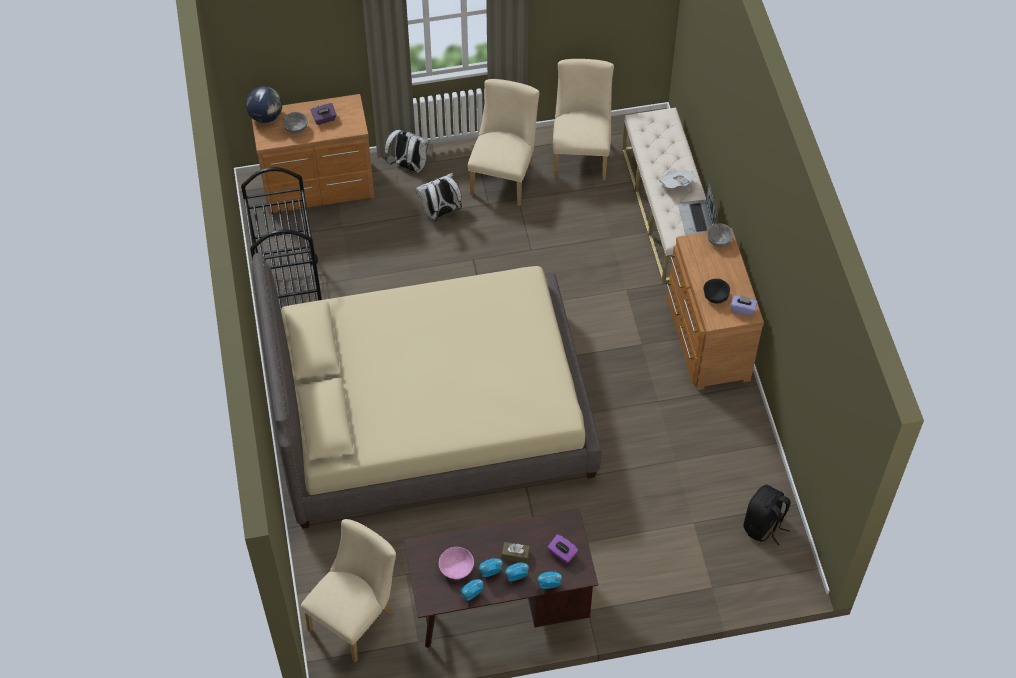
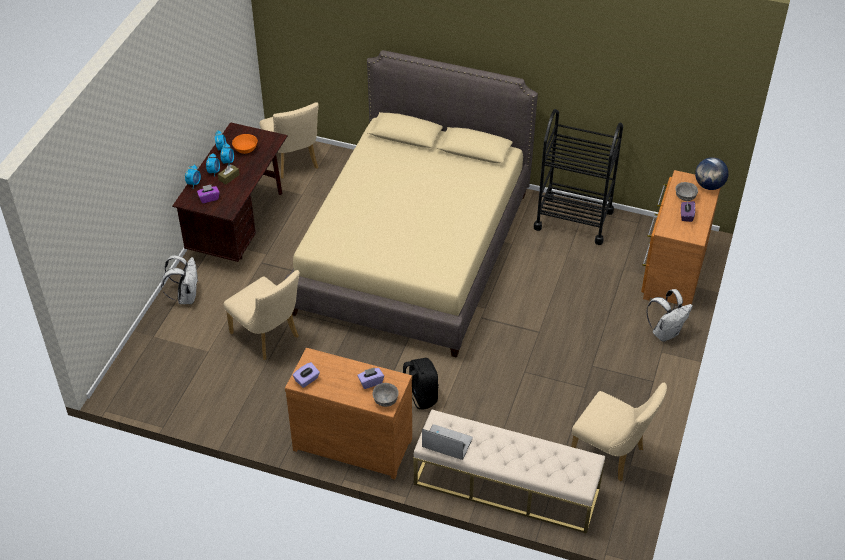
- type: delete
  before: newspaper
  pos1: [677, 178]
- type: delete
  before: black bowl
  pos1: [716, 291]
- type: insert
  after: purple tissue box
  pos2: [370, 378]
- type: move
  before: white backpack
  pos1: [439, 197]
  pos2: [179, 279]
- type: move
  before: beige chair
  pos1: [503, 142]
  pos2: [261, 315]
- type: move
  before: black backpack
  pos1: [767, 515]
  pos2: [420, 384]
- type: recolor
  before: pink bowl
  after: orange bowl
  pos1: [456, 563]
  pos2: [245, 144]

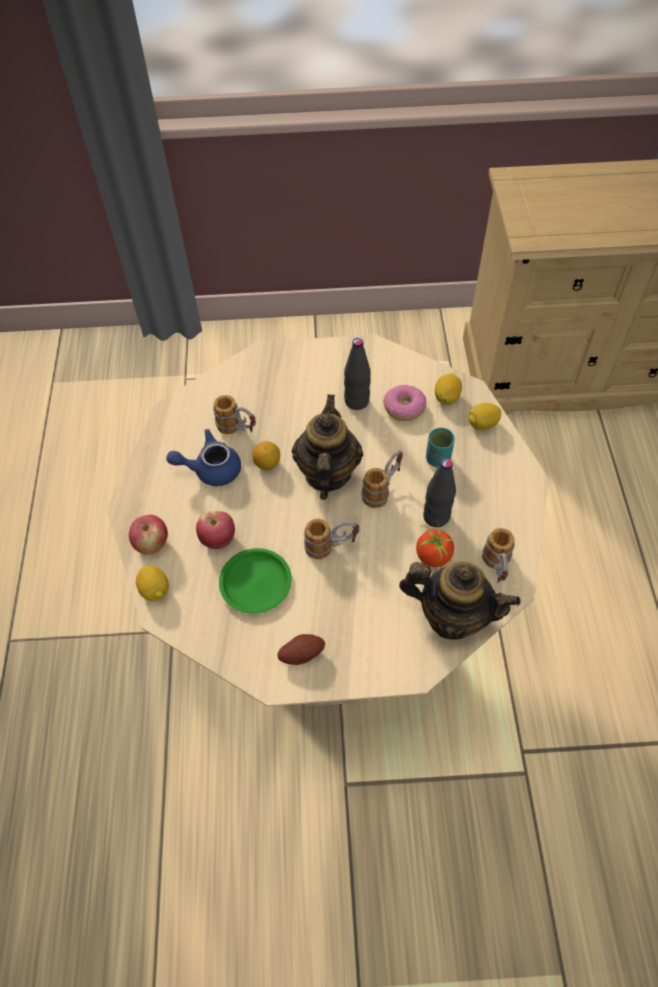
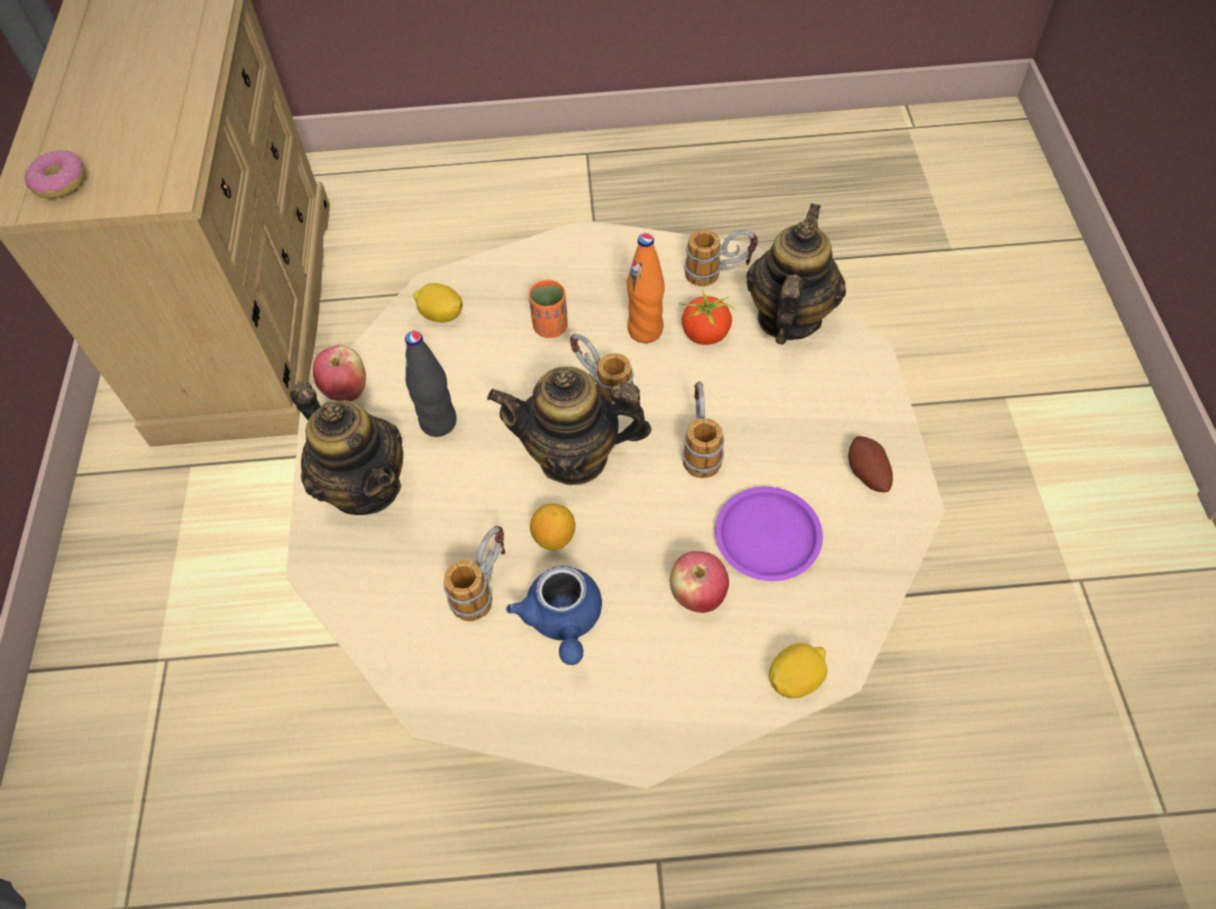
- type: delete
  before: lemon
  pos1: [485, 416]
- type: insert
  after: teapot
  pos2: [346, 448]
- type: move
  before: apple
  pos1: [148, 534]
  pos2: [339, 373]
- type: move
  before: donut
  pos1: [405, 403]
  pos2: [55, 174]
- type: recolor
  before: green plate
  after: purple plate
  pos1: [255, 581]
  pos2: [769, 534]
- type: recolor
  before: black bottle
  after: orange bottle
  pos1: [439, 492]
  pos2: [645, 288]
- type: recolor
  before: turquoise cup
  after: orange cup
  pos1: [440, 448]
  pos2: [548, 309]

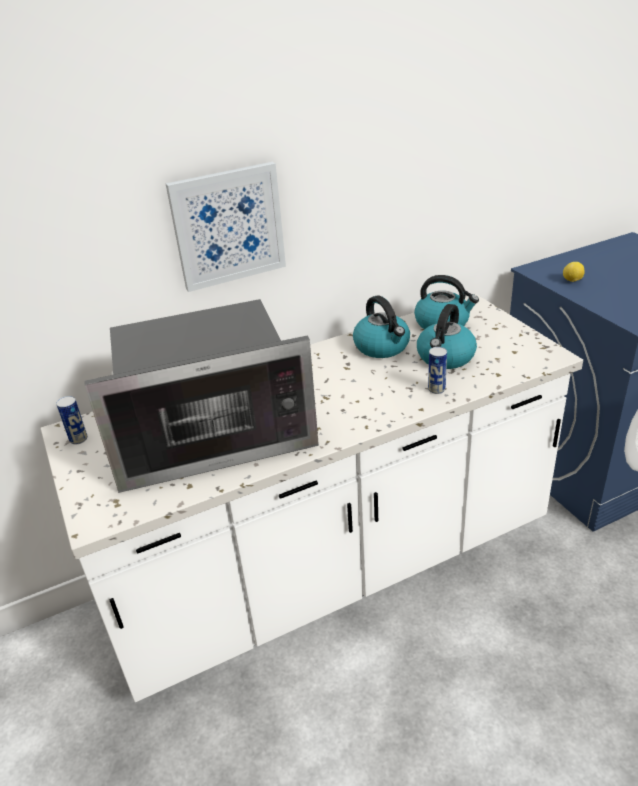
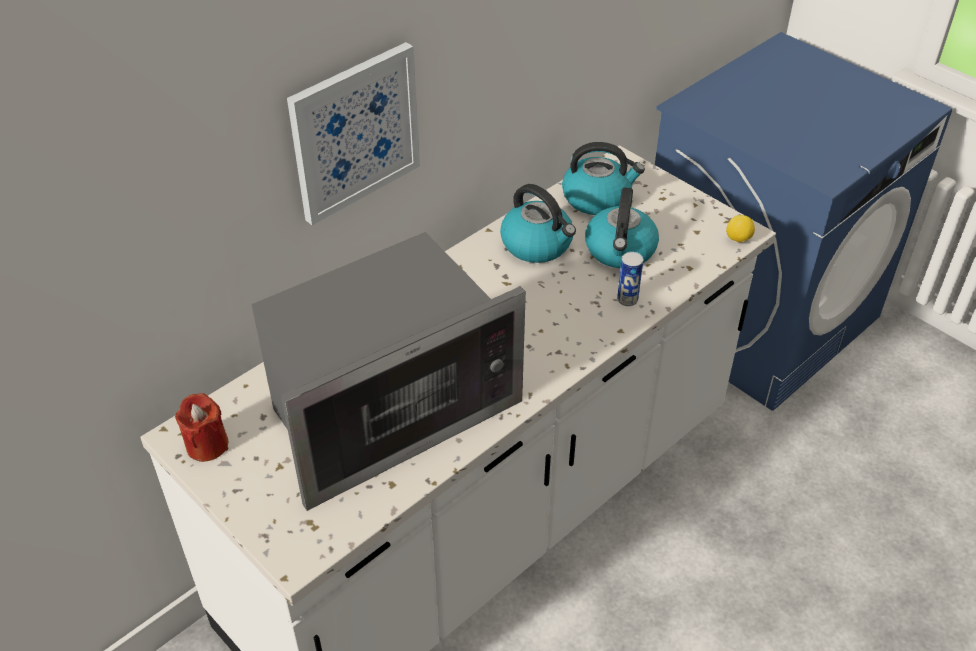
- type: move
  before: lemon
  pos1: [573, 272]
  pos2: [740, 229]
- type: replace
  before: can
  after: red candle
  pos1: [71, 420]
  pos2: [201, 427]

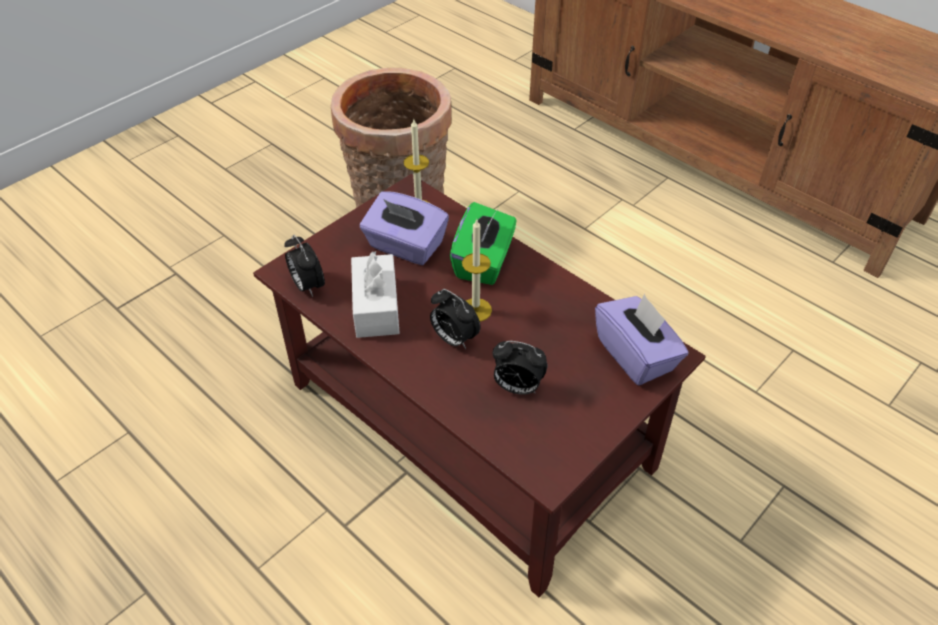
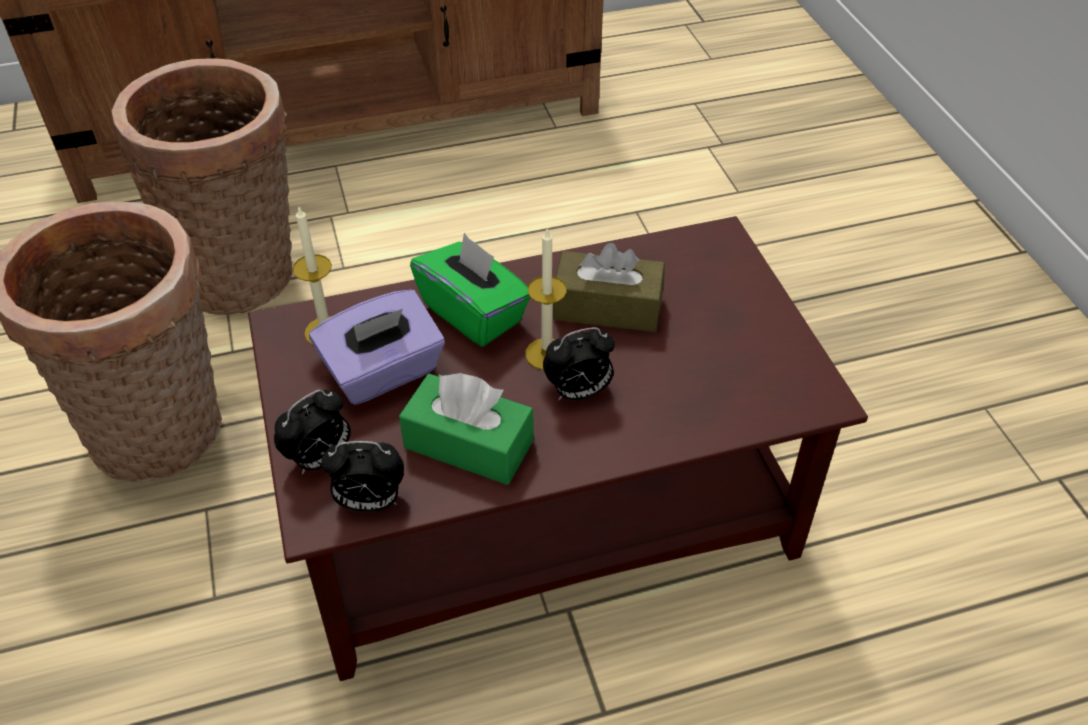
- type: delete
  before: purple tissue box
  pos1: [642, 339]
- type: insert
  after: basket
  pos2: [202, 186]
- type: insert
  after: brown tissue box
  pos2: [609, 287]
- type: move
  before: alarm clock
  pos1: [519, 368]
  pos2: [312, 432]
- type: recolor
  before: white tissue box
  after: green tissue box
  pos1: [375, 294]
  pos2: [466, 429]

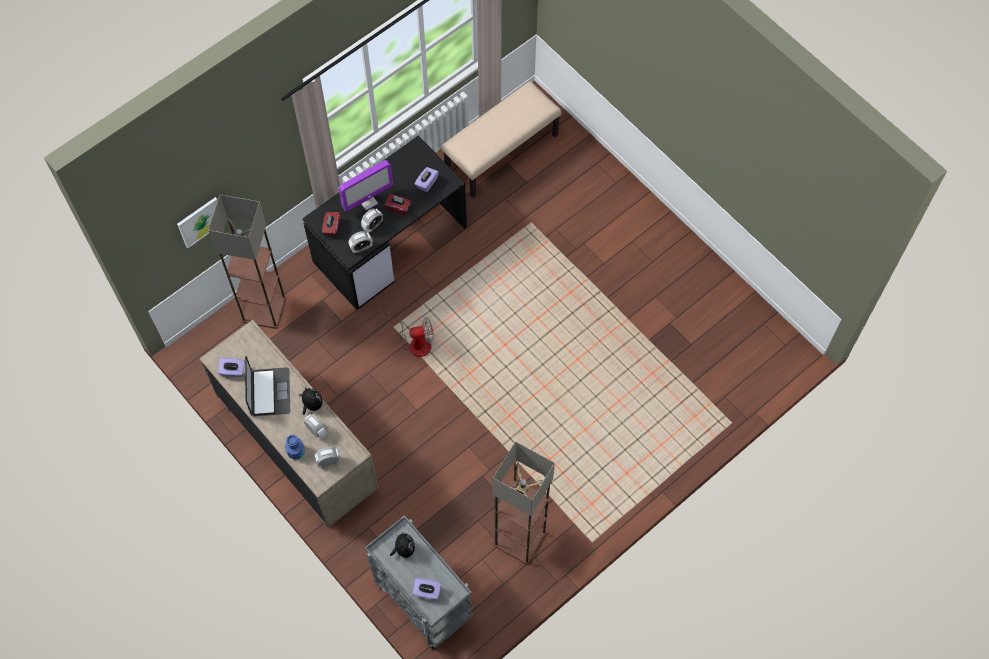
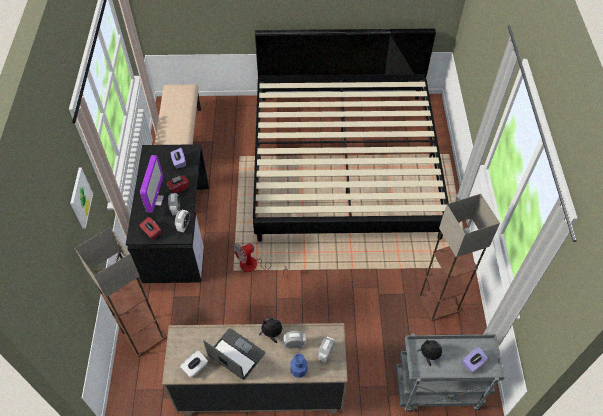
- type: insert
  after: bed
  pos2: [351, 135]
- type: move
  before: picture
  pos1: [197, 222]
  pos2: [81, 198]
- type: recolor
  before: purple tissue box
  after: white tissue box
  pos1: [231, 367]
  pos2: [194, 364]
- type: rotate
  before: fan
  pos1: [407, 332]
  pos2: [260, 261]
  turn: -150

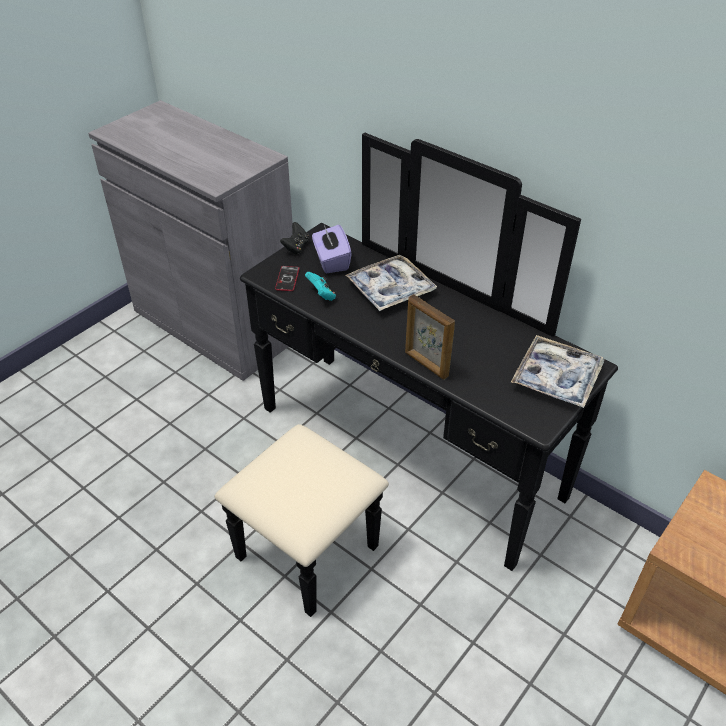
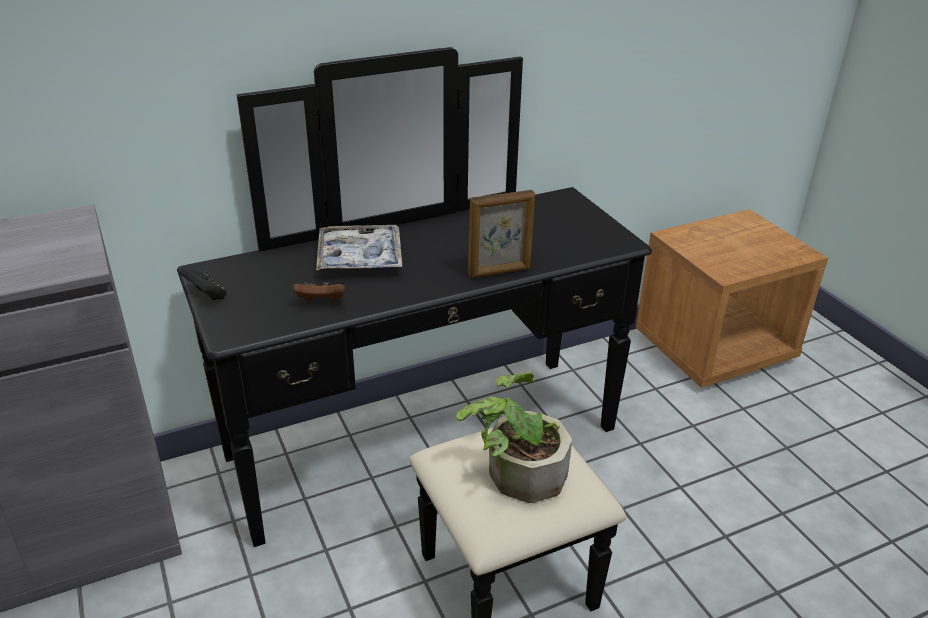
- type: delete
  before: phone
  pos1: [287, 278]
- type: delete
  before: purple tissue box
  pos1: [332, 249]
- type: delete
  before: tray
  pos1: [557, 371]
- type: insert
  after: potted plant
  pos2: [514, 437]
- type: recolor
  before: turquoise game controller
  after: brown game controller
  pos1: [320, 286]
  pos2: [319, 292]

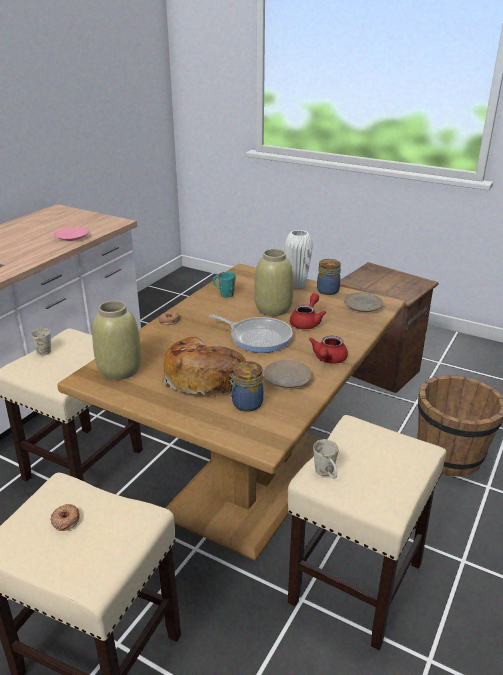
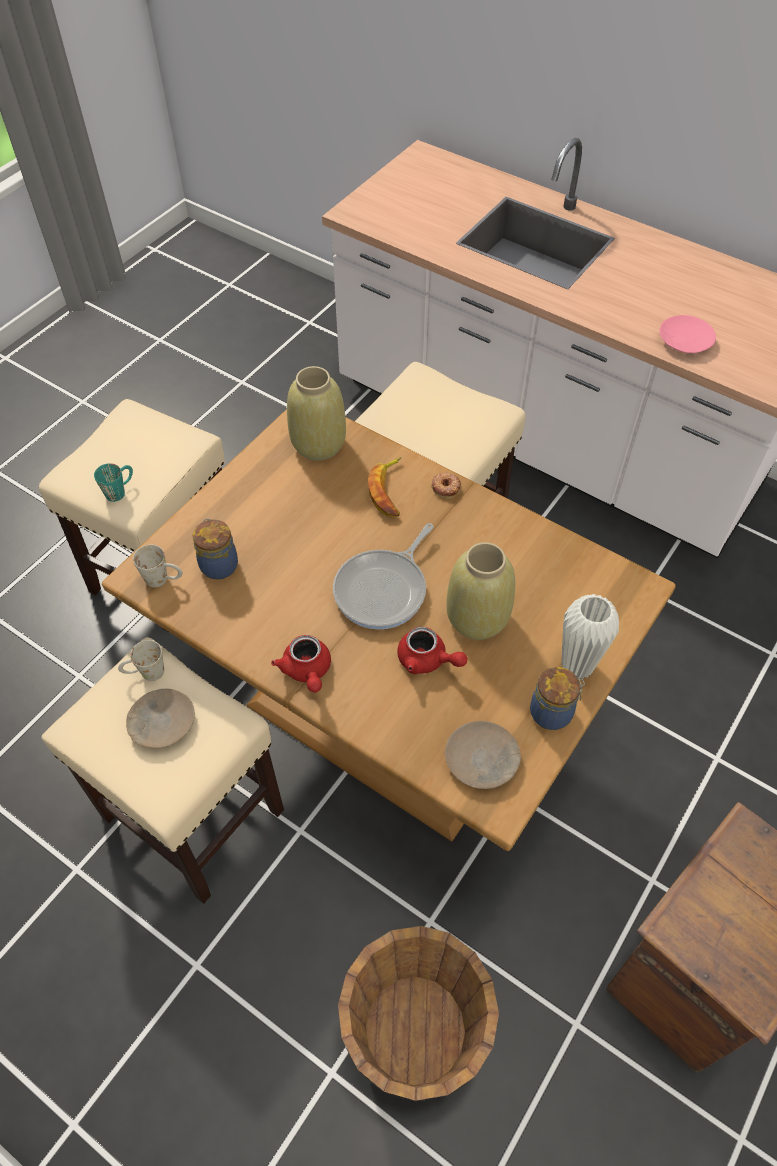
- type: delete
  before: donut
  pos1: [65, 517]
- type: delete
  before: bread
  pos1: [203, 367]
- type: insert
  after: banana
  pos2: [385, 487]
- type: move
  before: white mug
  pos1: [41, 342]
  pos2: [158, 566]
- type: move
  before: turquoise mug
  pos1: [224, 284]
  pos2: [113, 482]
- type: move
  before: beige plate
  pos1: [288, 374]
  pos2: [160, 718]
- type: rotate
  before: red teapot
  pos1: [328, 349]
  pos2: [301, 664]
  turn: -135

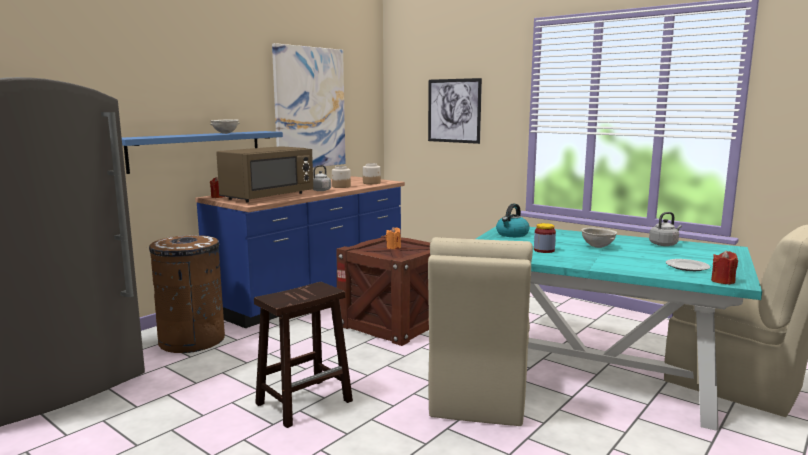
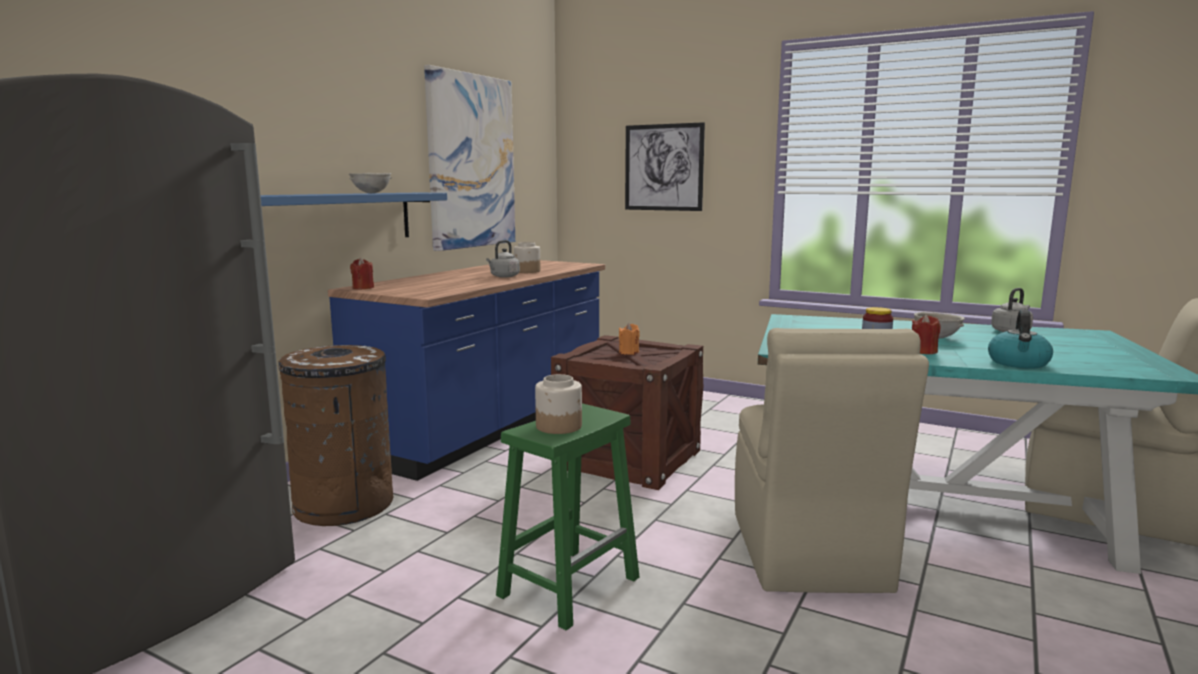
- type: delete
  before: brown microwave
  pos1: [264, 174]
- type: delete
  before: plate
  pos1: [687, 265]
- type: move
  before: jar
  pos1: [372, 173]
  pos2: [558, 404]
- type: move
  before: kettle
  pos1: [512, 220]
  pos2: [1020, 339]
- type: move
  before: red candle
  pos1: [724, 267]
  pos2: [926, 334]
- type: recolor
  before: brown stool
  after: green stool
  pos1: [303, 355]
  pos2: [567, 517]

